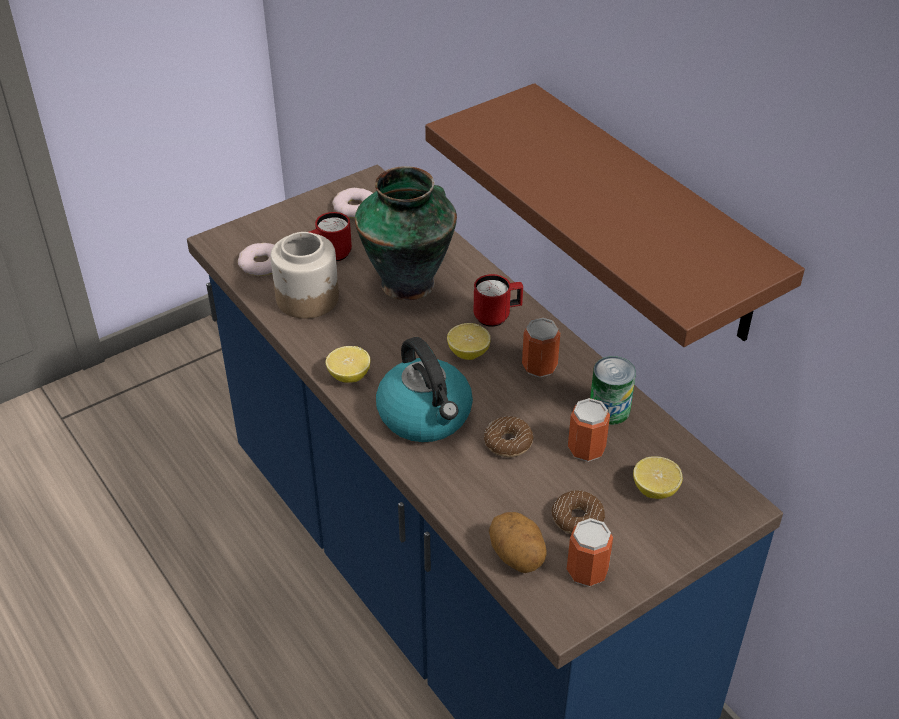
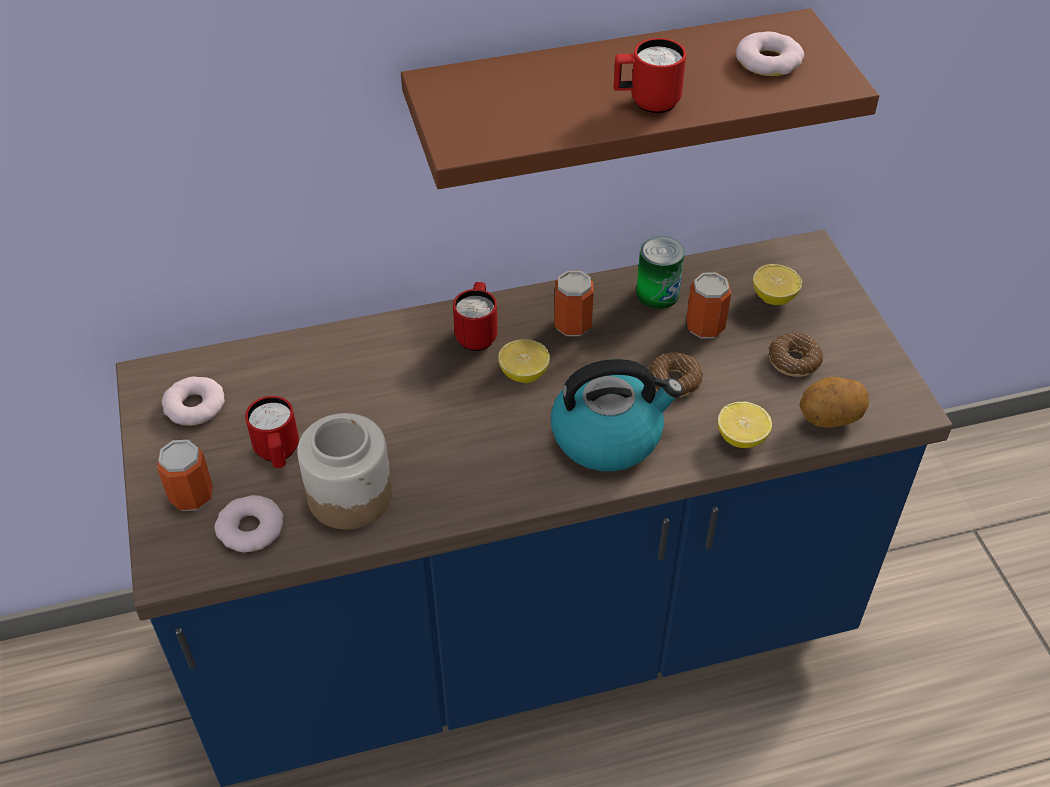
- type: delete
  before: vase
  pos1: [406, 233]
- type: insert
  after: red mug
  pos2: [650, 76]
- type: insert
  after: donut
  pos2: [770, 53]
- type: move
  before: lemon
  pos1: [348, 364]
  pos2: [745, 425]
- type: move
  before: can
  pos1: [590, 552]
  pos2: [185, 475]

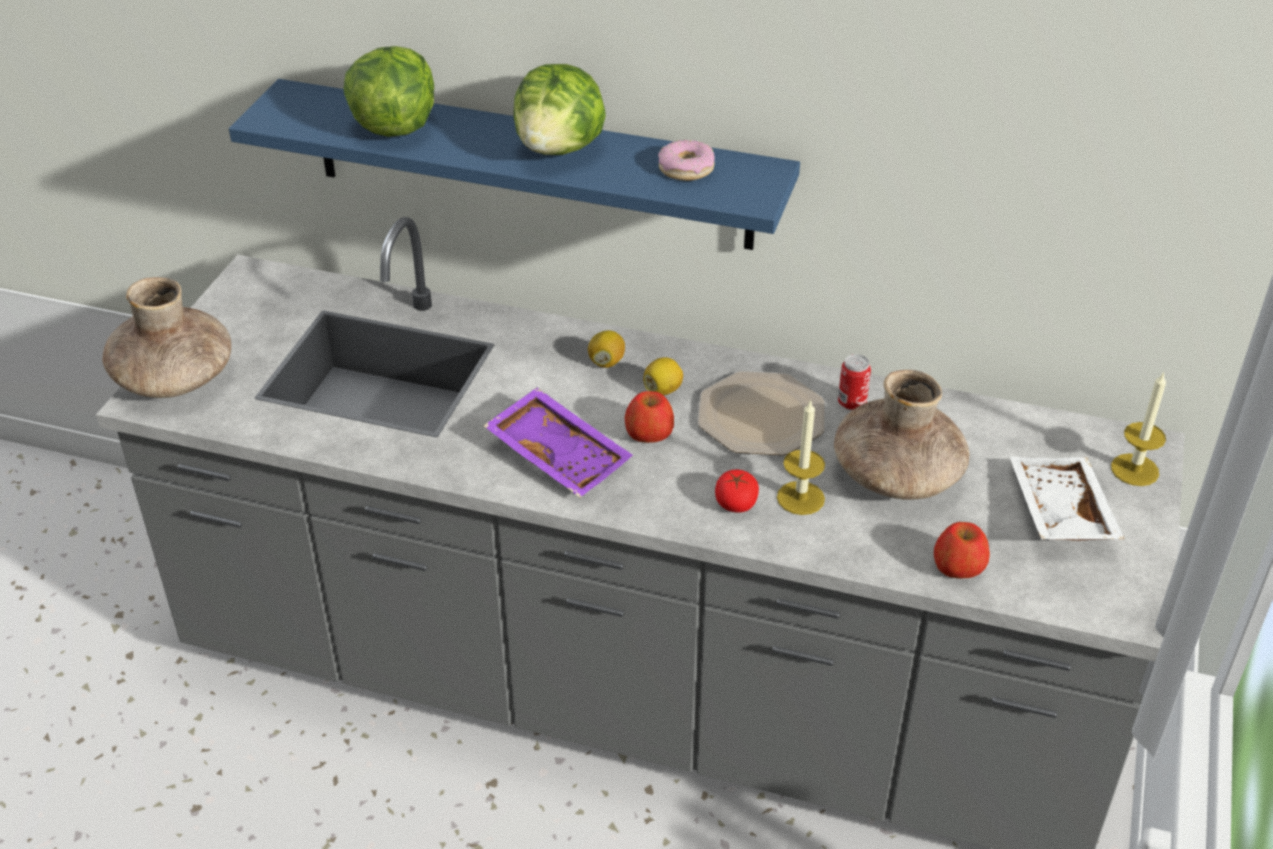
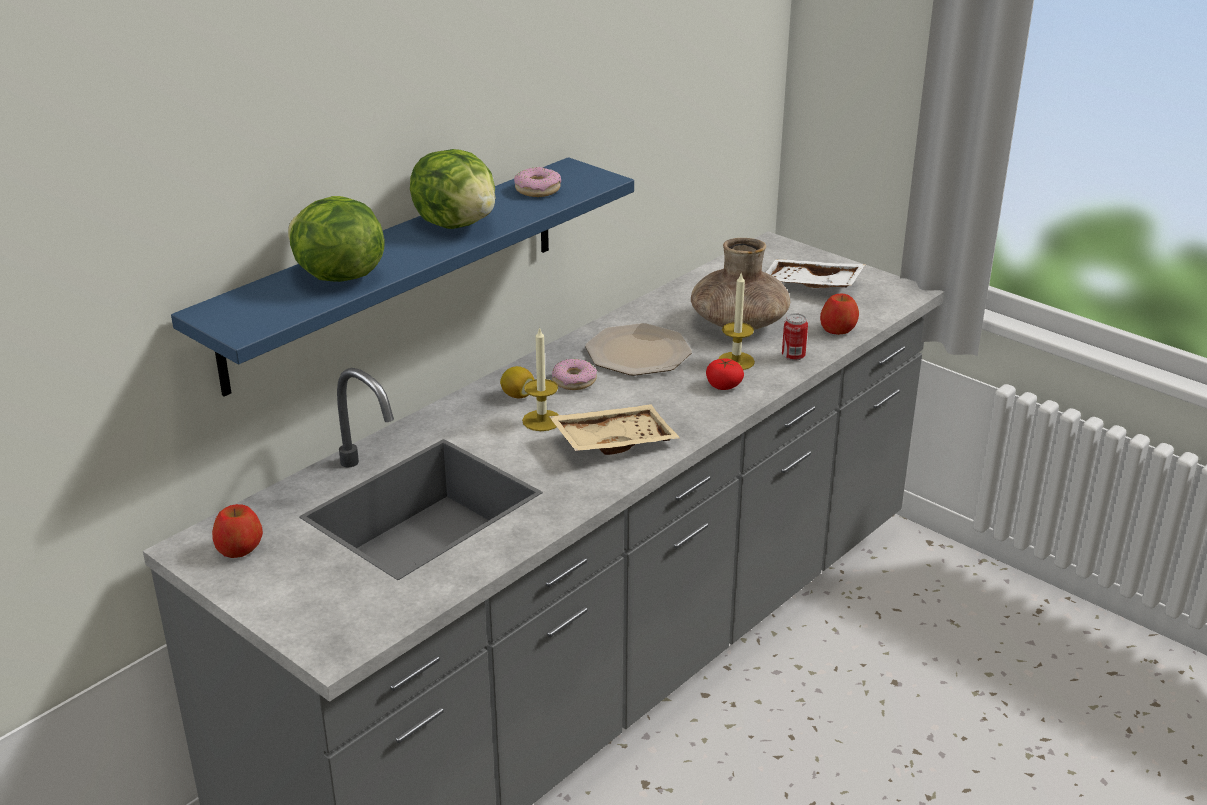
- type: delete
  before: brown vase
  pos1: [166, 337]
- type: move
  before: apple
  pos1: [649, 417]
  pos2: [237, 531]
- type: move
  before: can
  pos1: [854, 382]
  pos2: [795, 337]
- type: move
  before: candle
  pos1: [1138, 429]
  pos2: [540, 379]
- type: replace
  before: lemon
  after: donut
  pos1: [663, 376]
  pos2: [574, 374]
- type: recolor
  before: purple tray
  after: beige tray
  pos1: [558, 443]
  pos2: [614, 429]

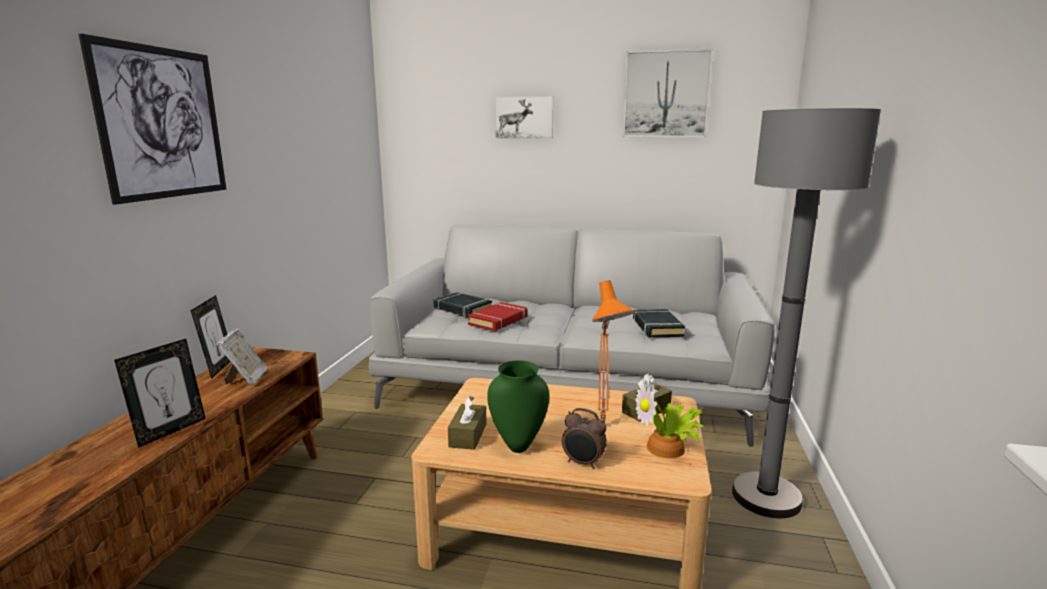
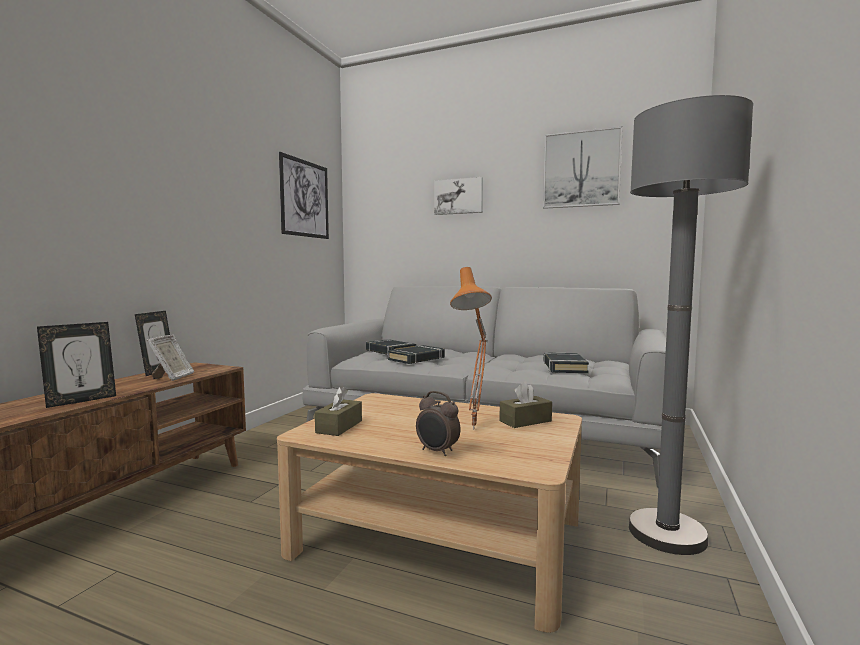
- type: delete
  before: green vase
  pos1: [518, 406]
- type: delete
  before: potted plant
  pos1: [669, 422]
- type: move
  before: picture
  pos1: [152, 119]
  pos2: [304, 195]
- type: recolor
  before: red book
  after: black book
  pos1: [497, 316]
  pos2: [416, 354]

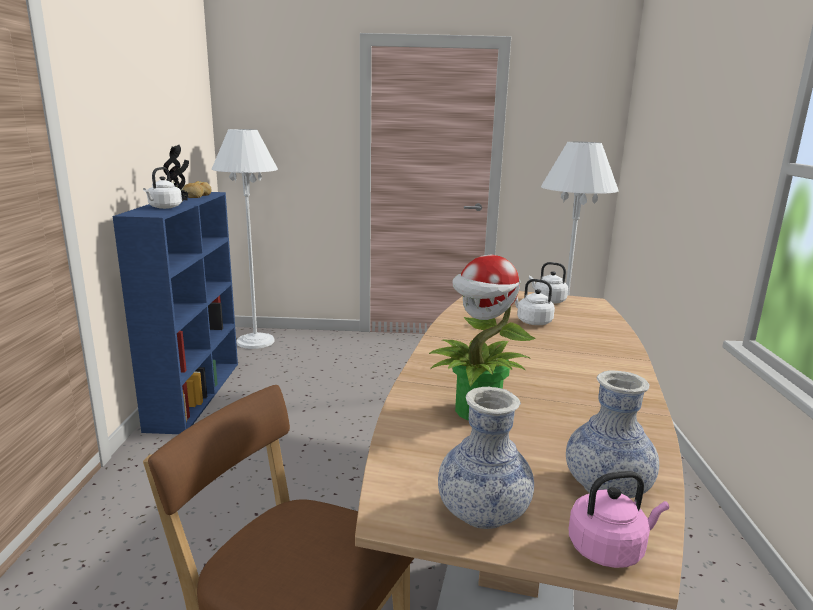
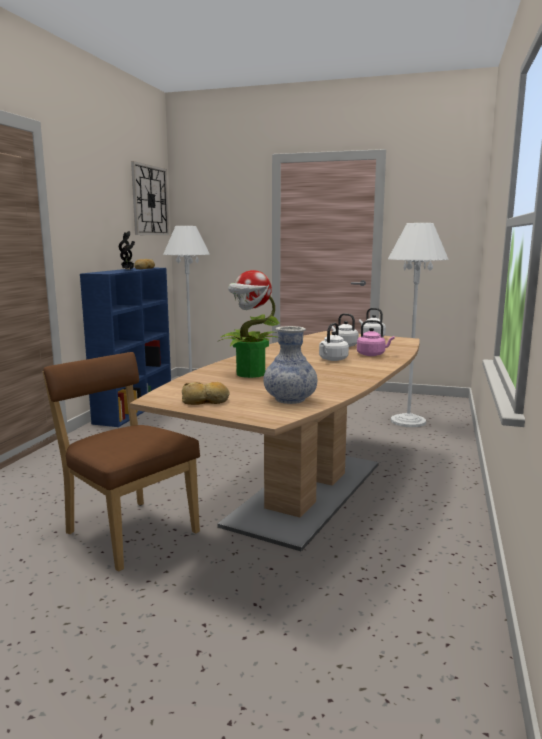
- type: insert
  after: wall clock
  pos2: [150, 198]
- type: move
  before: white kettle
  pos1: [162, 188]
  pos2: [334, 342]
- type: move
  before: pink kettle
  pos1: [619, 519]
  pos2: [376, 338]
- type: replace
  before: vase
  after: bread
  pos1: [486, 458]
  pos2: [206, 393]

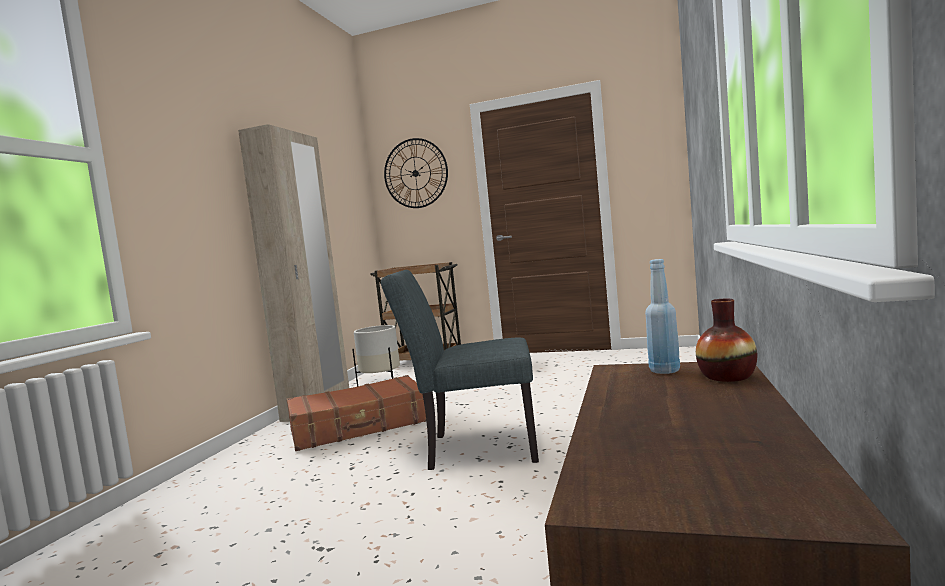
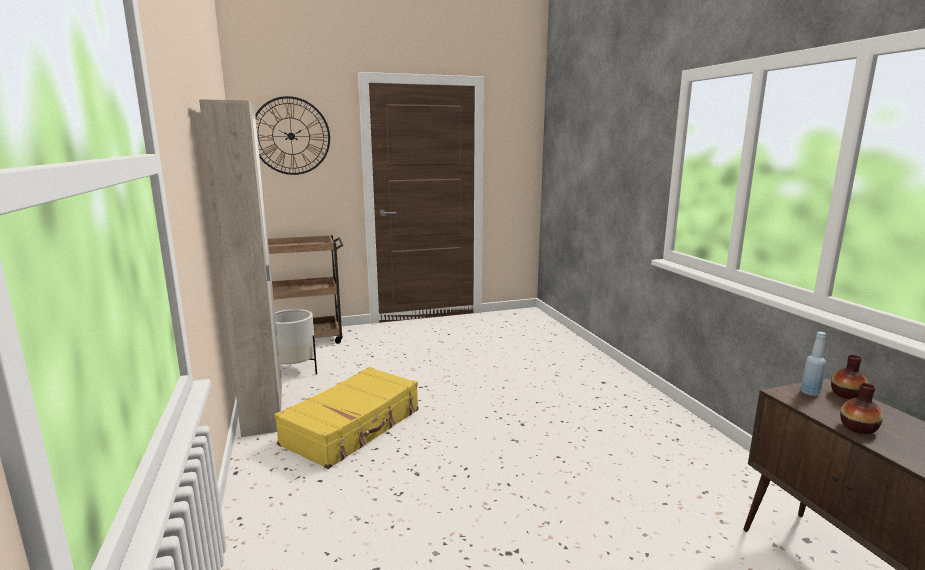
- type: delete
  before: grey chair
  pos1: [460, 370]
- type: insert
  after: vase
  pos2: [861, 408]
- type: recolor
  before: brown suitcase
  after: yellow suitcase
  pos1: [356, 413]
  pos2: [346, 418]

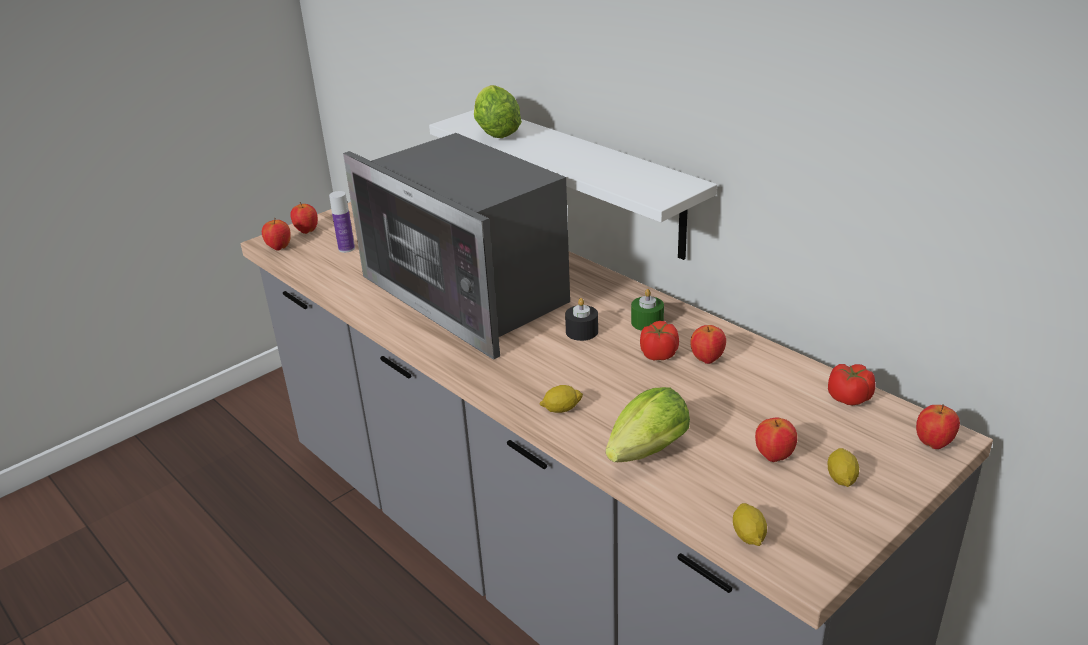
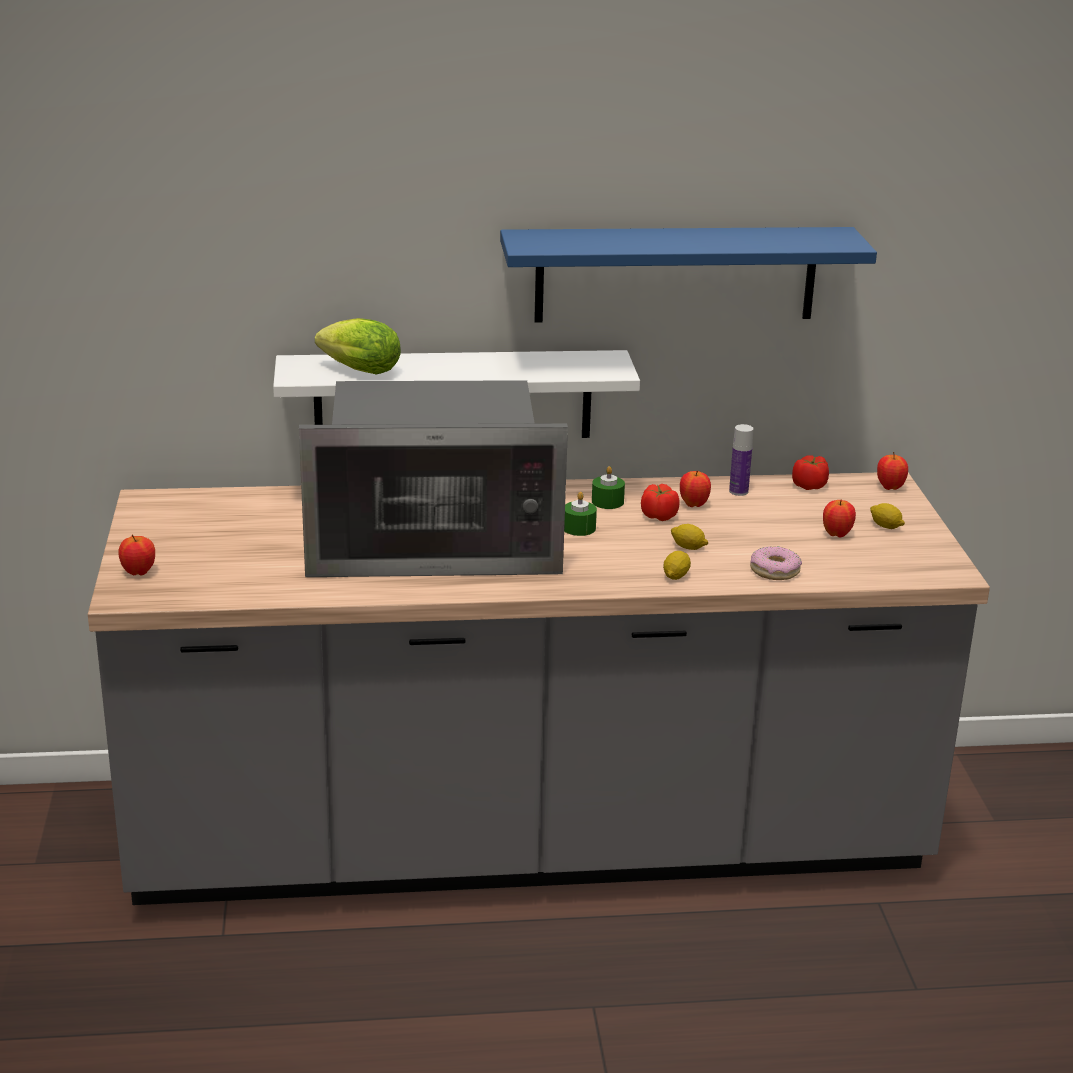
- type: delete
  before: apple
  pos1: [276, 234]
- type: insert
  after: blue shelf
  pos2: [688, 275]
- type: move
  before: bottle
  pos1: [342, 222]
  pos2: [741, 460]
- type: move
  before: lemon
  pos1: [750, 524]
  pos2: [689, 537]
- type: replace
  before: lettuce
  after: donut
  pos1: [648, 424]
  pos2: [776, 563]
- type: recolor
  before: black candle
  after: green candle
  pos1: [581, 319]
  pos2: [580, 514]

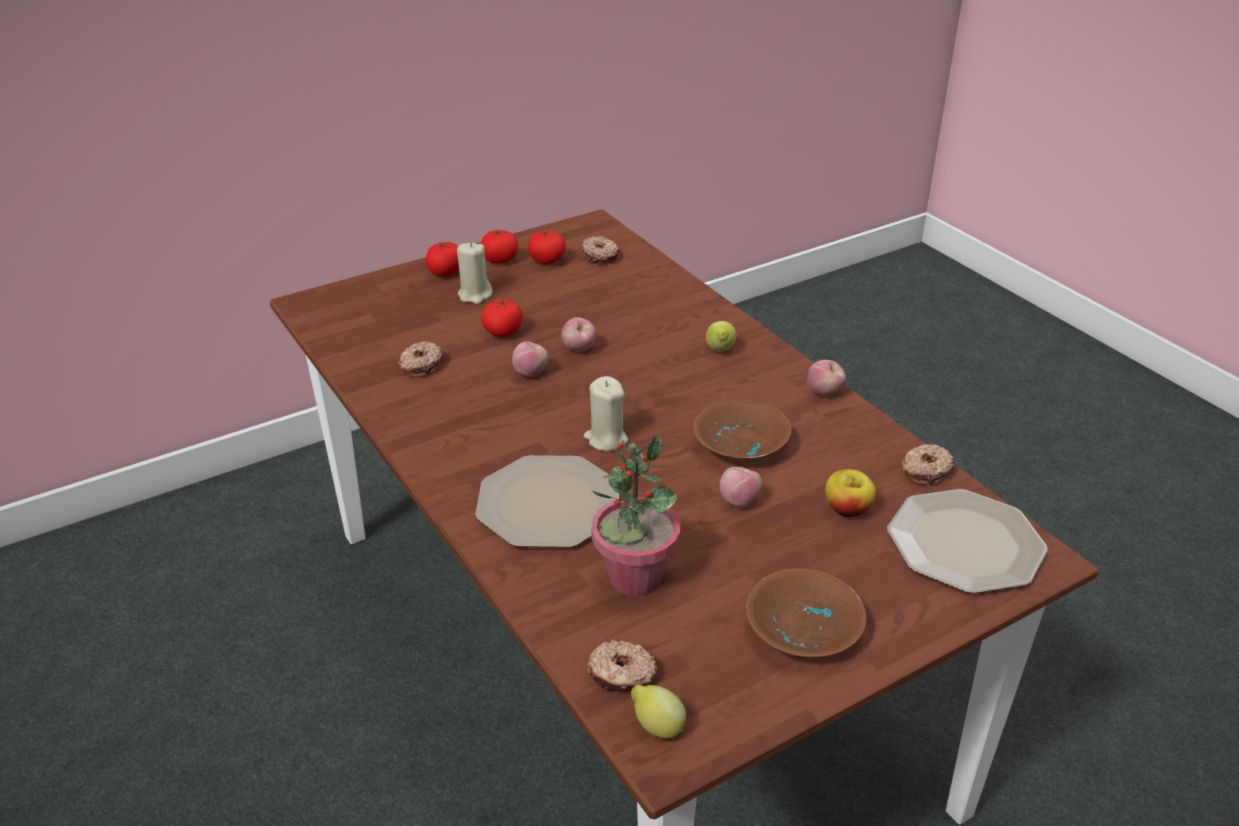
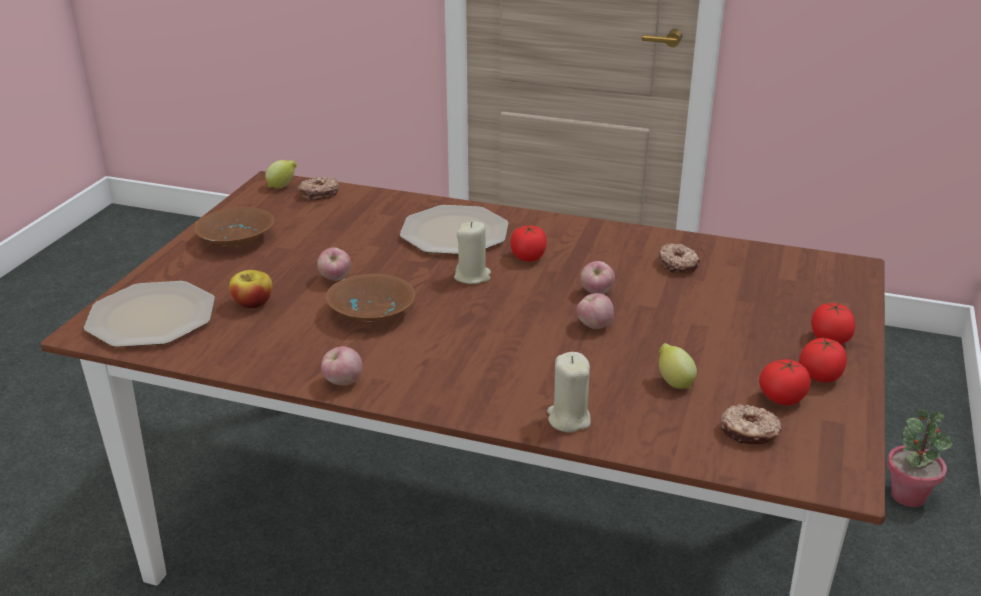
- type: delete
  before: donut
  pos1: [928, 464]
- type: move
  before: beige candle
  pos1: [475, 273]
  pos2: [569, 392]
- type: move
  before: tomato
  pos1: [502, 317]
  pos2: [529, 243]
- type: move
  before: potted plant
  pos1: [635, 515]
  pos2: [919, 458]
- type: move
  before: lemon
  pos1: [721, 336]
  pos2: [678, 366]

